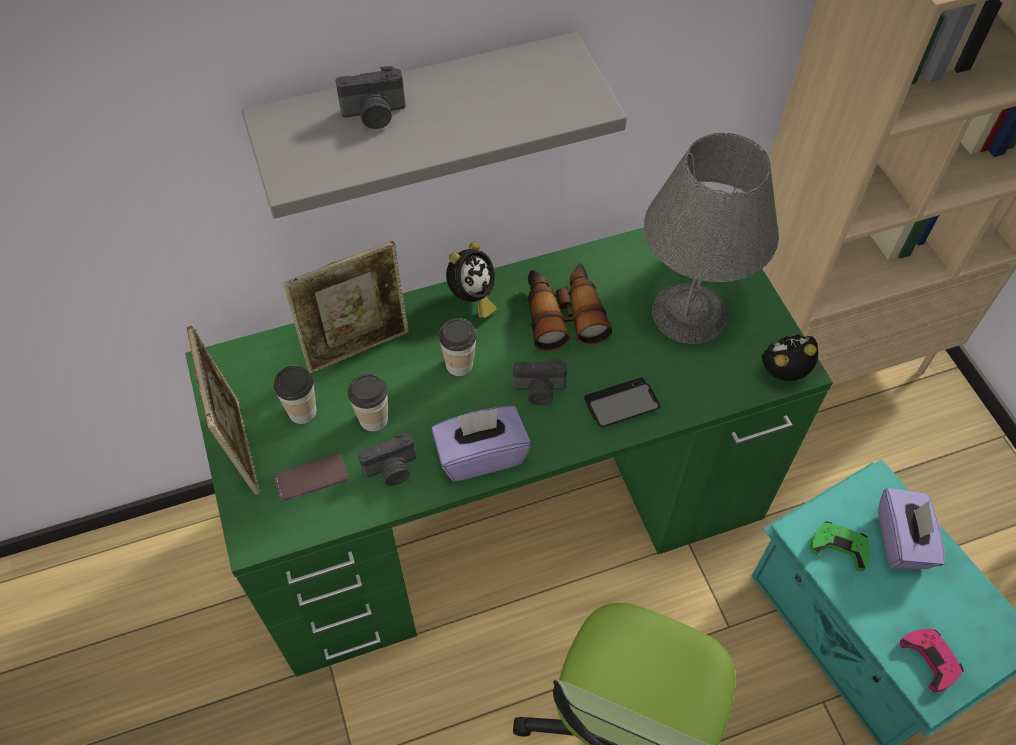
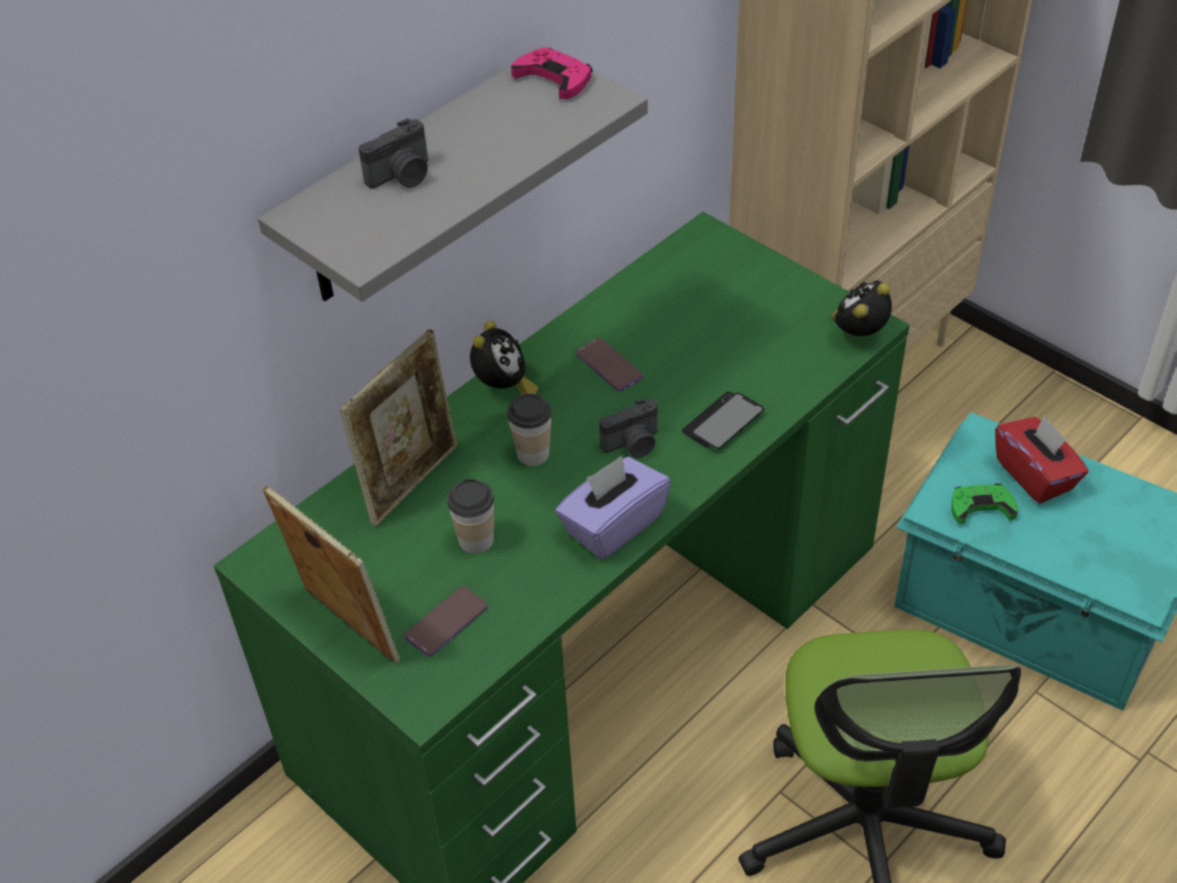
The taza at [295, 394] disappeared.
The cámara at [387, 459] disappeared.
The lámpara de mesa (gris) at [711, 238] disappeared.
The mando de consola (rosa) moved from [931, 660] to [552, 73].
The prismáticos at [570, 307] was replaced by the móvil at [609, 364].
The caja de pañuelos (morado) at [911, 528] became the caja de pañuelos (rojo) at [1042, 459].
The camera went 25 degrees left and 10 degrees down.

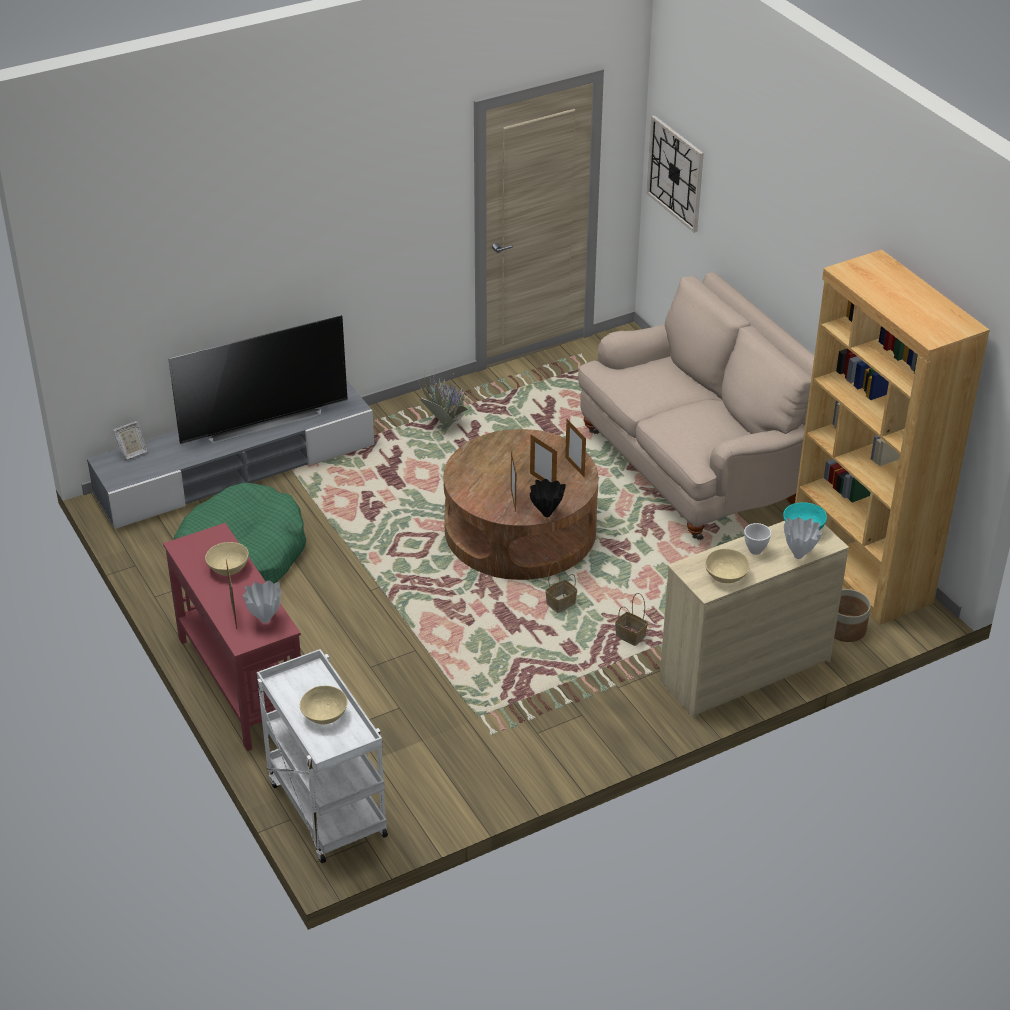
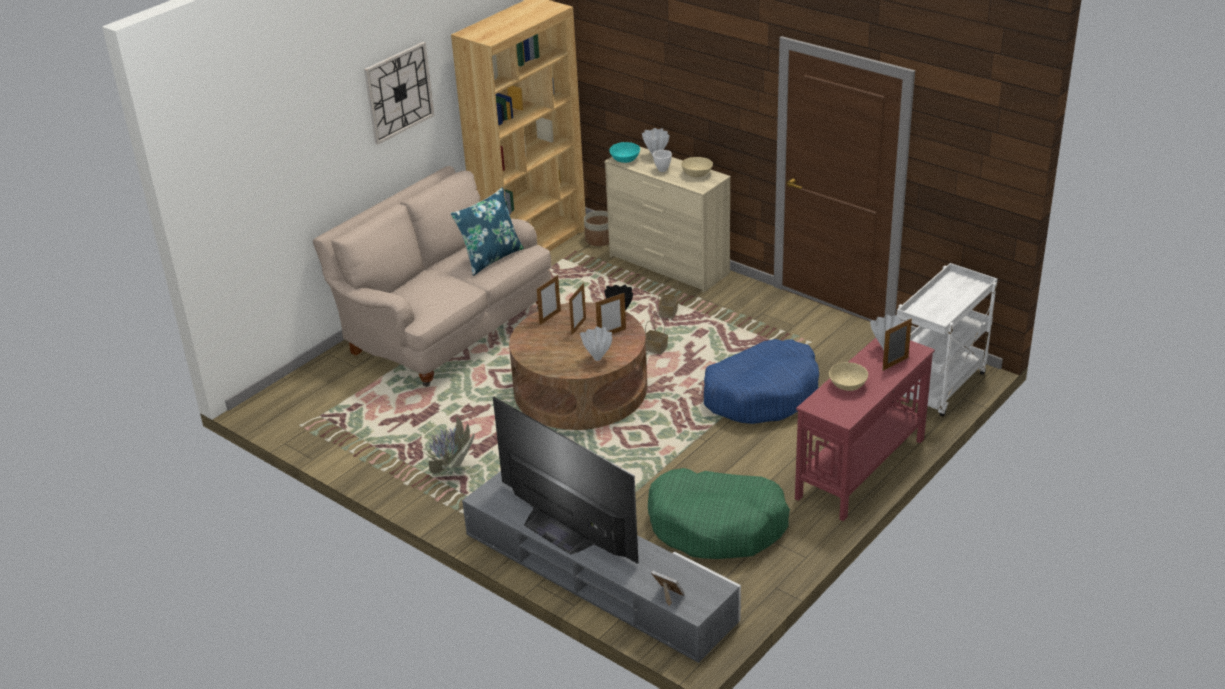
The cuenco (beis) at [324, 705] disappeared.
The cojín (azul) at [487, 231] appeared.
The florero (blanco) at [596, 343] appeared.
The cama para perro (azul) at [761, 381] appeared.
The reloj de pared moved from [675, 174] to [399, 93].
The camera went 110 degrees left and 5 degrees down.

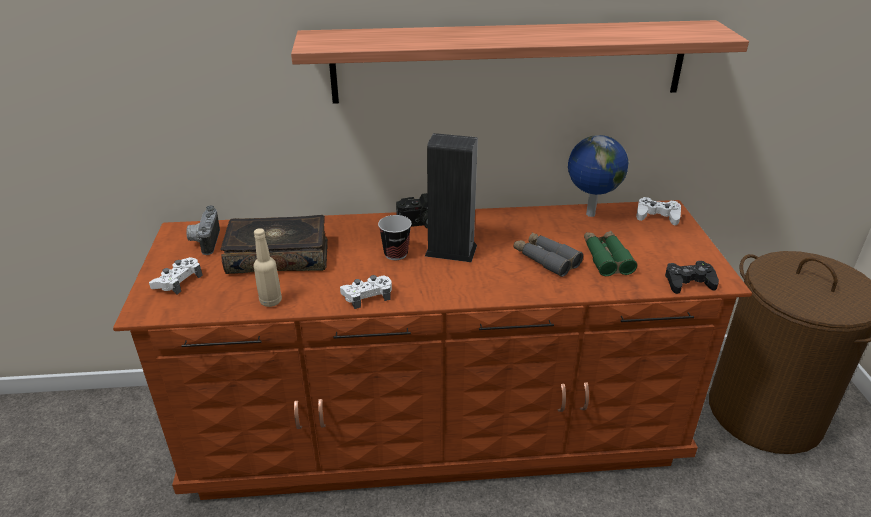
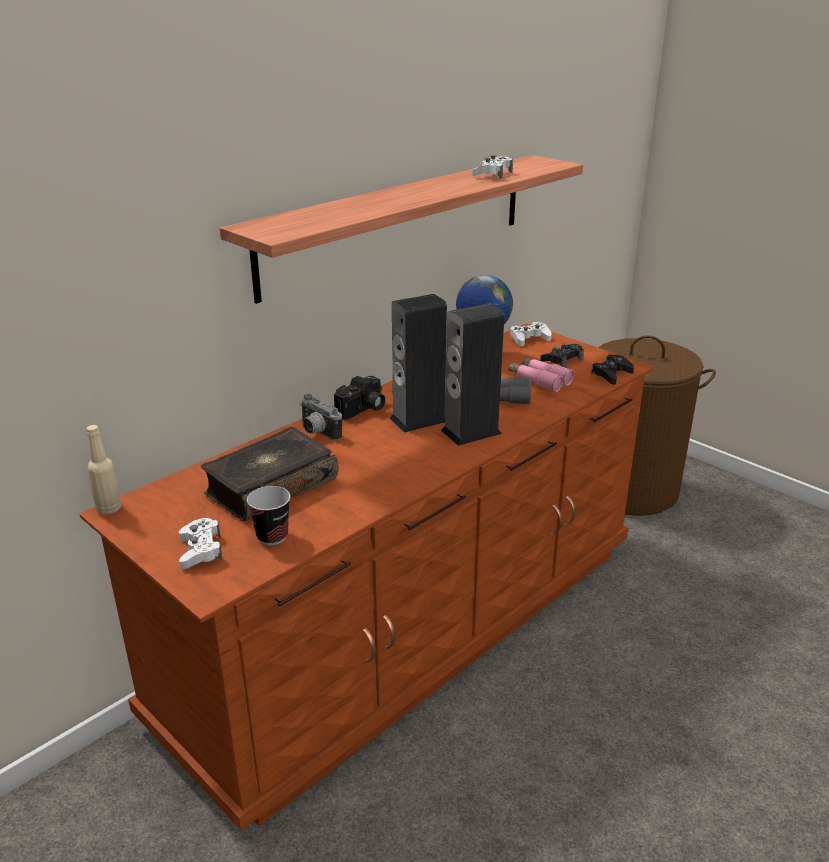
The altavoz at [472, 374] appeared.
The mando de consola (negro) at [562, 355] appeared.
The cámara moved from [203, 230] to [321, 417].
The botella (beis) moved from [268, 267] to [104, 469].
The mando de consola (blanco) moved from [366, 292] to [492, 167].
The taza moved from [395, 237] to [268, 515].
The prismáticos (verde) at [610, 253] became the prismáticos (rosa) at [541, 374].
The camera went 40 degrees left and 5 degrees down.

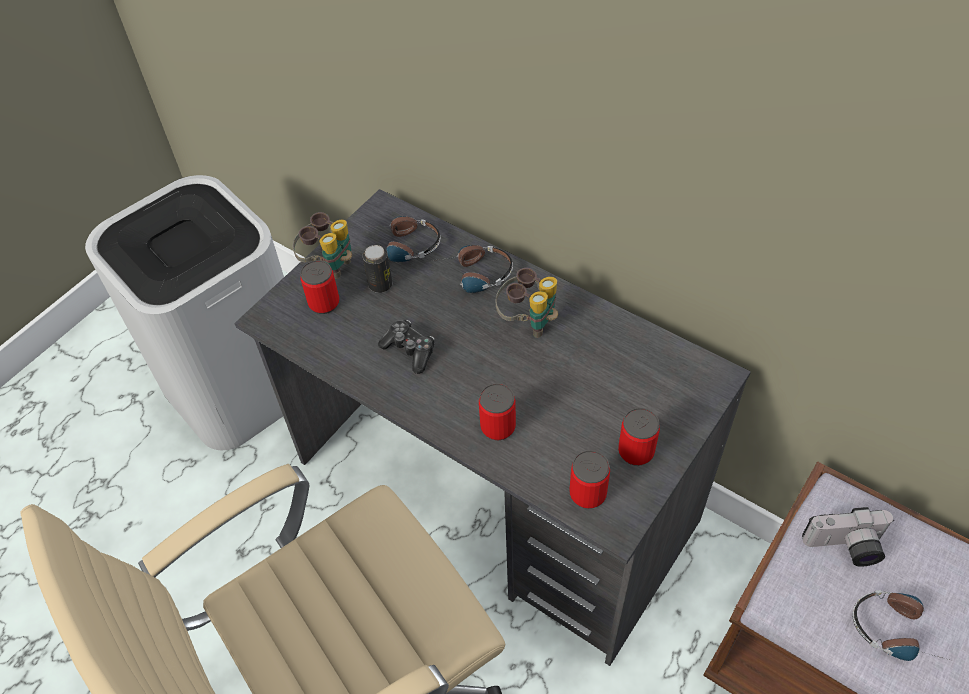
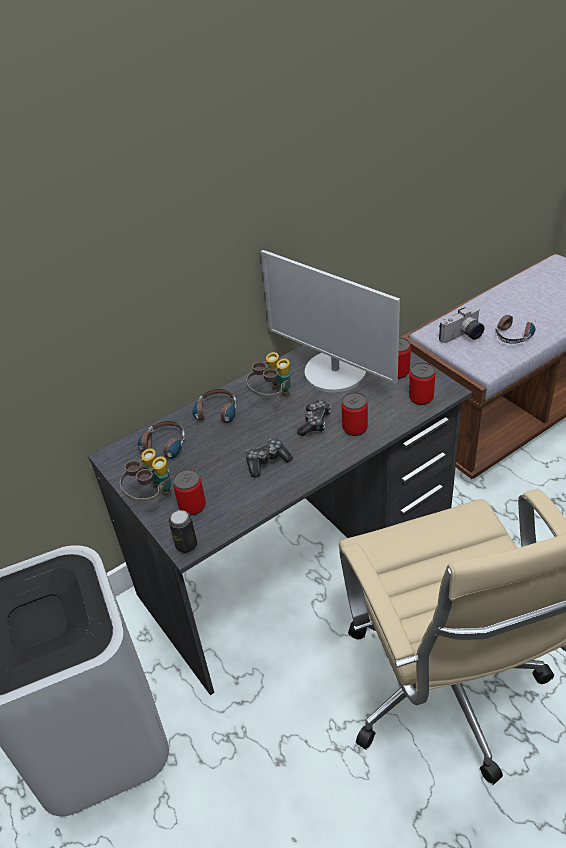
The monitor at [330, 321] appeared.
The mando de consola at [314, 418] appeared.
The lata moved from [377, 269] to [183, 531].
The cámara at [847, 537] turned 45 degrees clockwise.
The camera went 70 degrees left and 10 degrees down.

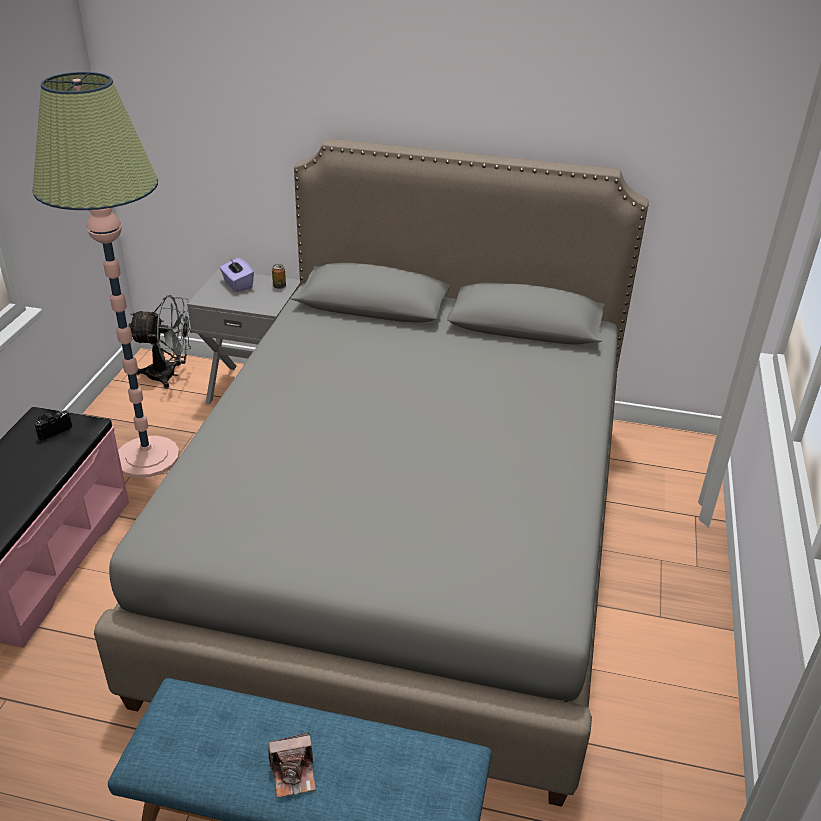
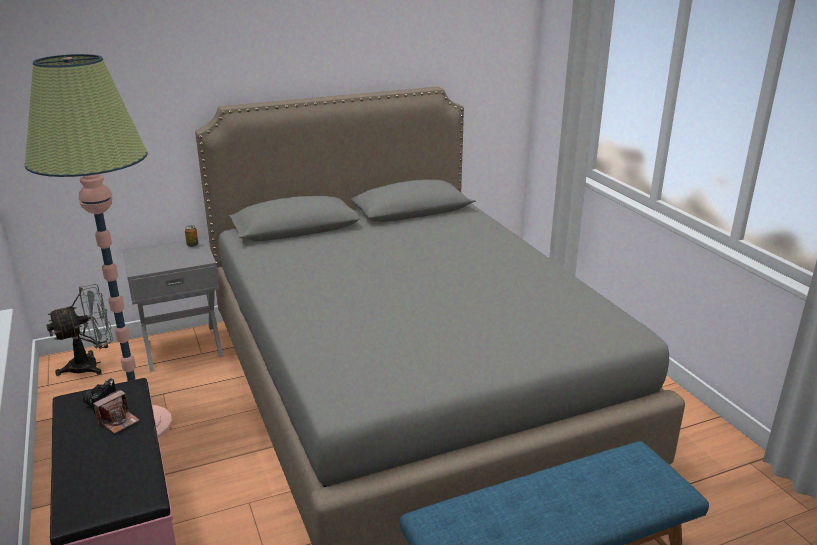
The caja de pañuelos (morado) at [237, 275] disappeared.
The cámara moved from [292, 765] to [116, 411].
The camera went 35 degrees left and 10 degrees down.

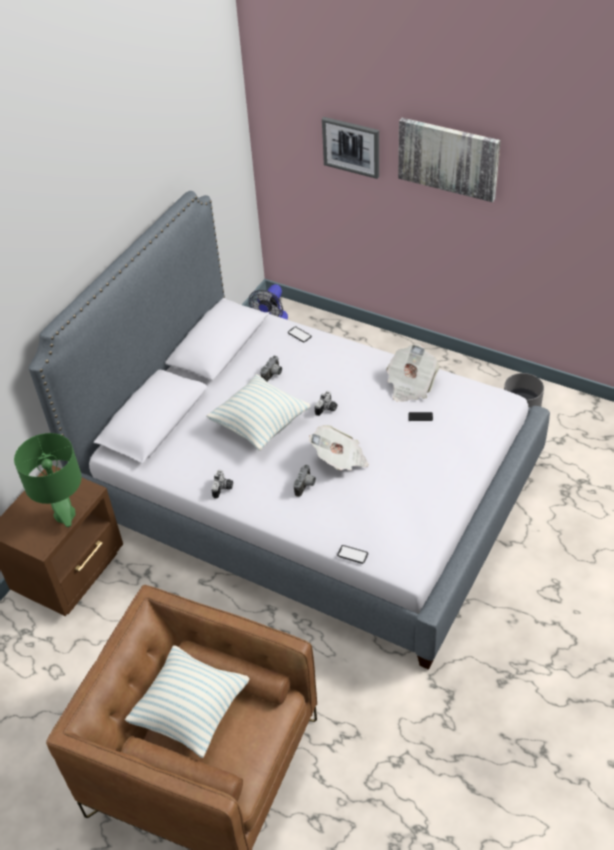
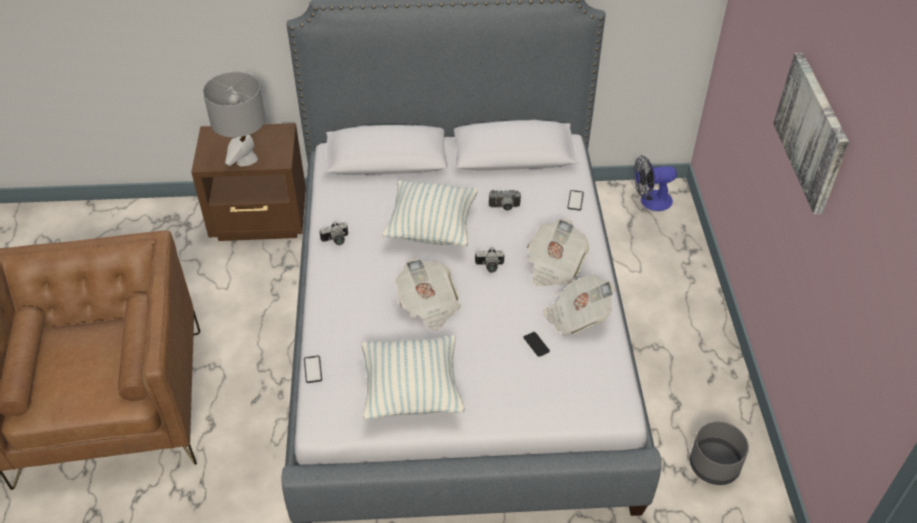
The cámara at [304, 481] disappeared.
The cuadro at [350, 148] disappeared.
The periódico at [558, 252] appeared.
The cojín moved from [187, 701] to [413, 377].
The lámpara de mesa (verde) at [48, 480] became the lámpara de mesa (gris) at [234, 119].
The camera went 55 degrees right and 0 degrees up.

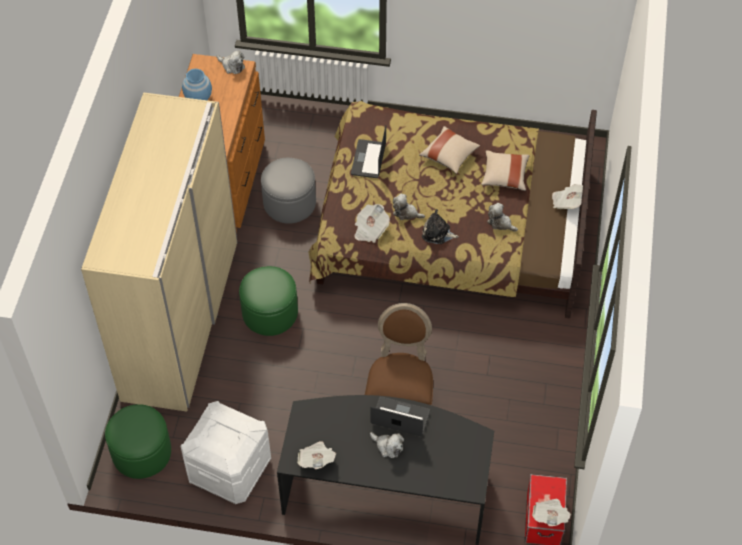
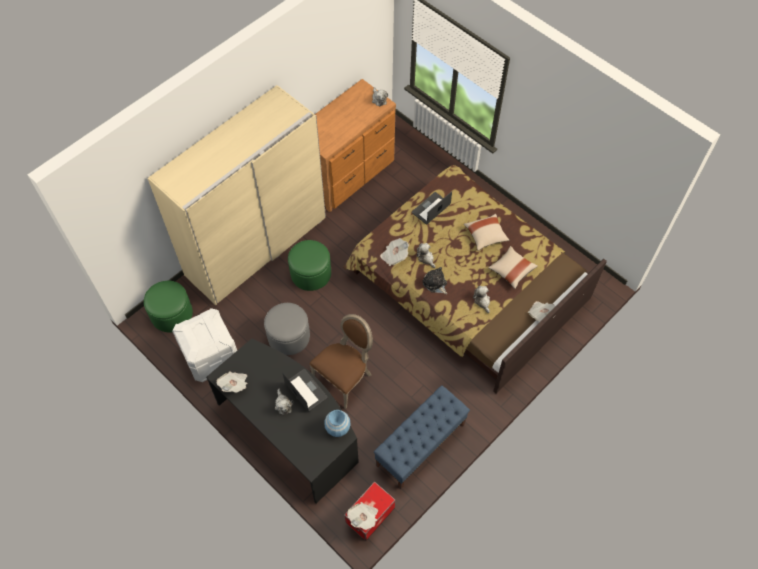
The banco (azul) at [422, 437] appeared.
The florero (azul) moved from [197, 84] to [337, 423].
The puf (gris) moved from [288, 191] to [287, 329].
The camera went 35 degrees right and 5 degrees up.

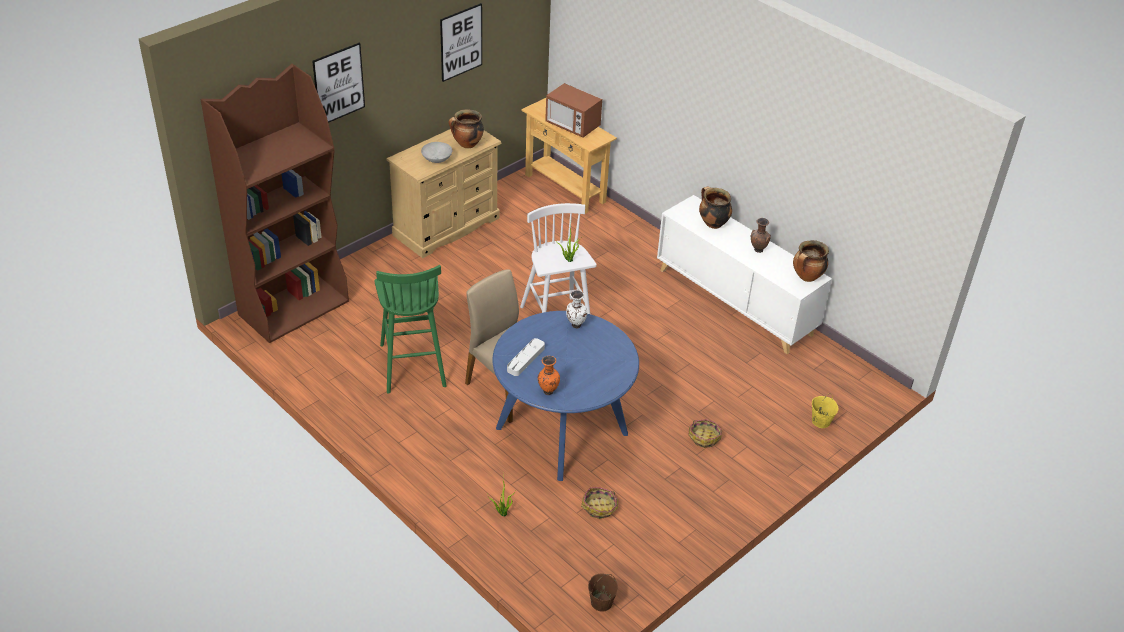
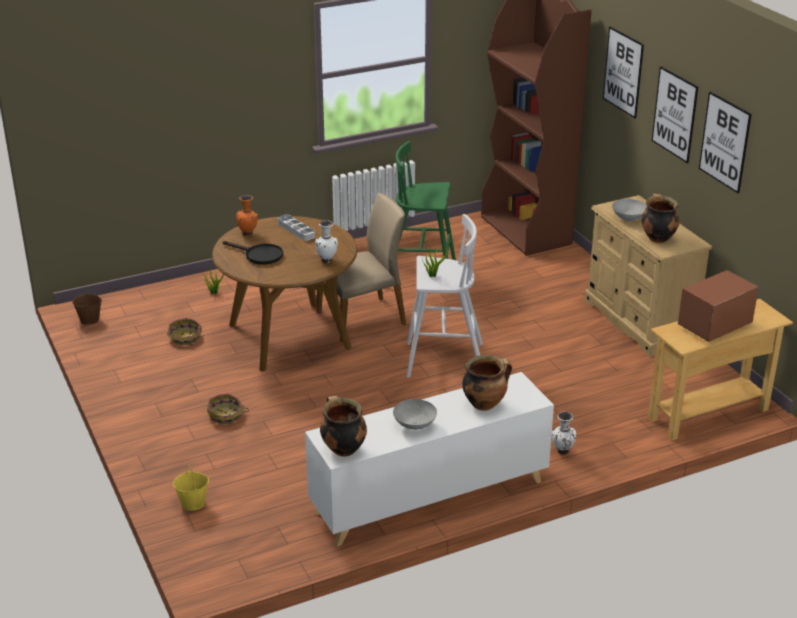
The sartén (negro) at [253, 252] appeared.
The florero (blanco) at [564, 433] appeared.
The cuadro at [675, 115] appeared.
The florero (marrón) at [760, 235] was replaced by the cuenco (gris) at [415, 414].
The mesa de comedor (azul) at [565, 396] became the mesa de comedor (marrón) at [284, 294].
The camera went 110 degrees right and 10 degrees down.

